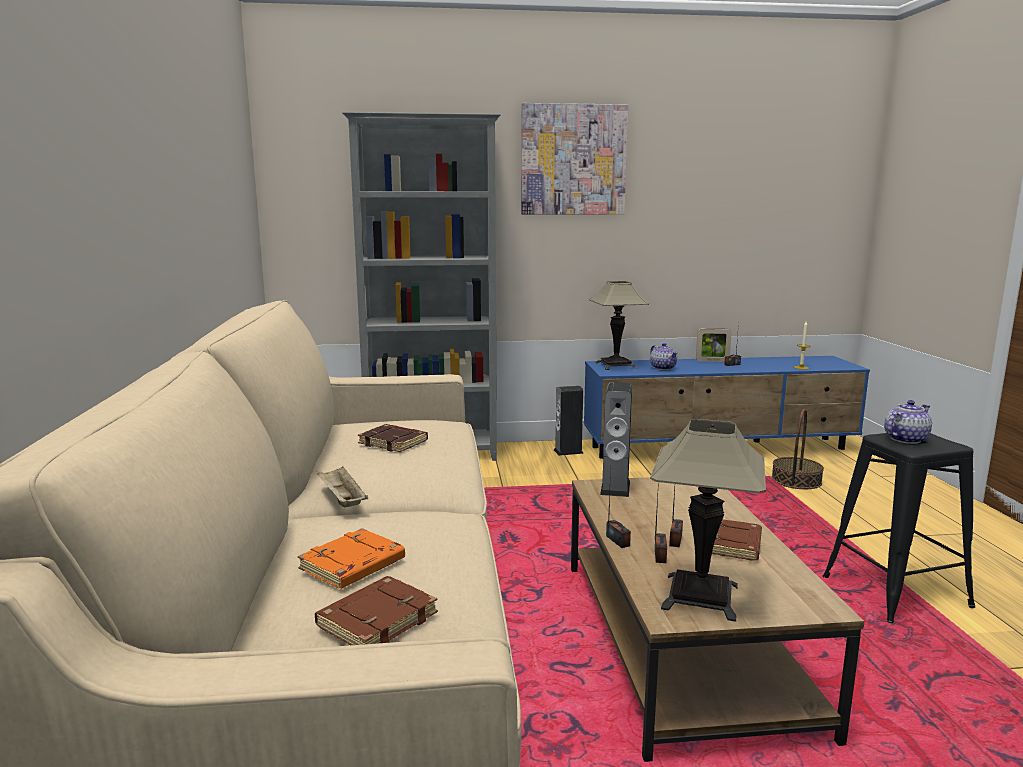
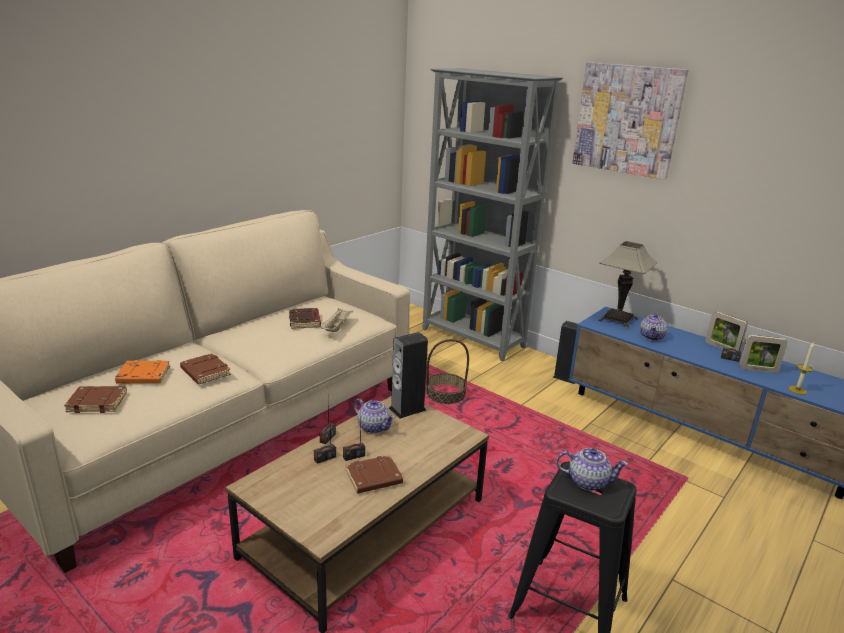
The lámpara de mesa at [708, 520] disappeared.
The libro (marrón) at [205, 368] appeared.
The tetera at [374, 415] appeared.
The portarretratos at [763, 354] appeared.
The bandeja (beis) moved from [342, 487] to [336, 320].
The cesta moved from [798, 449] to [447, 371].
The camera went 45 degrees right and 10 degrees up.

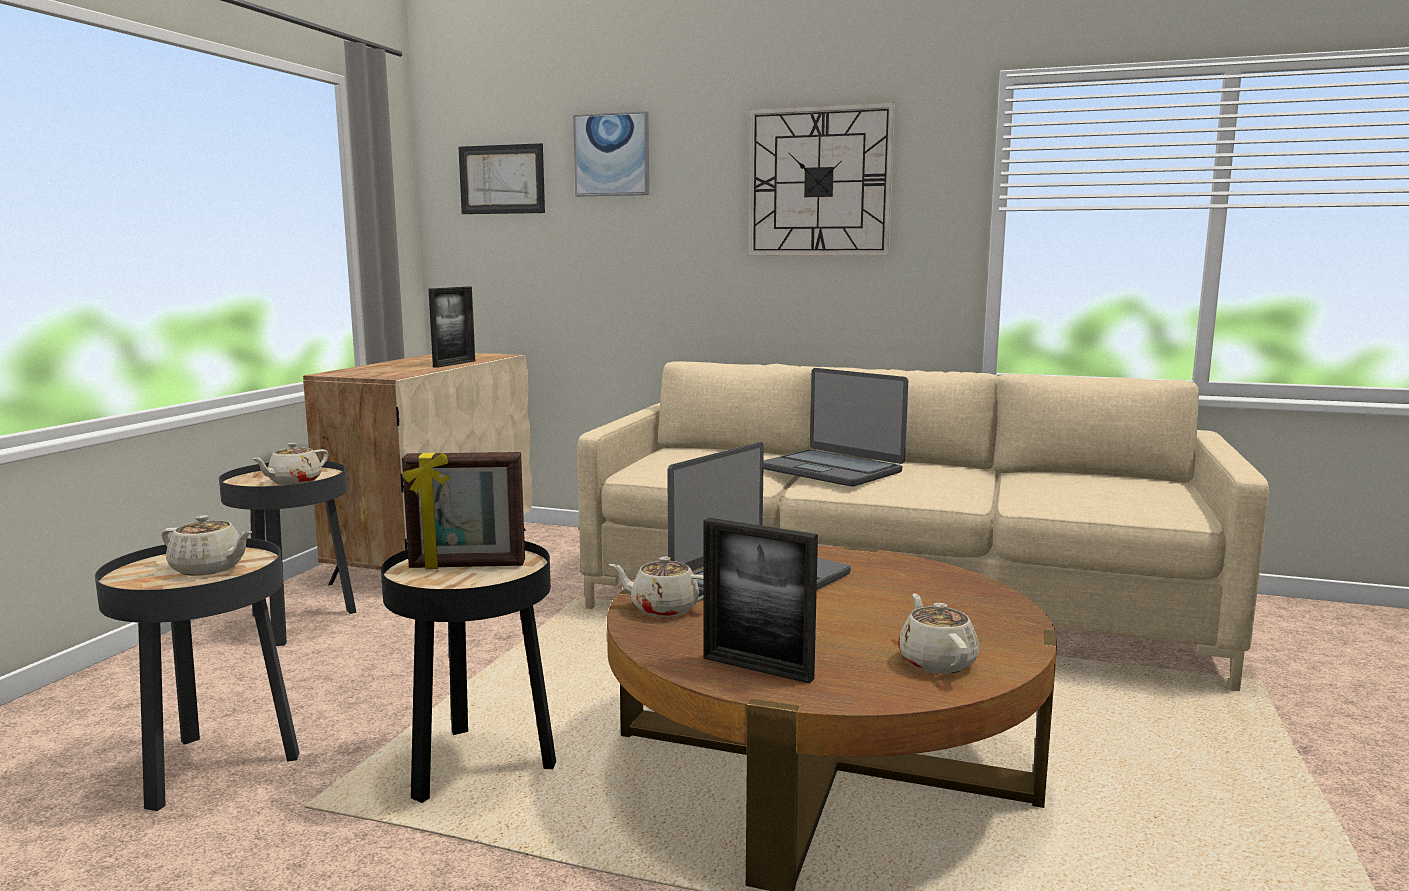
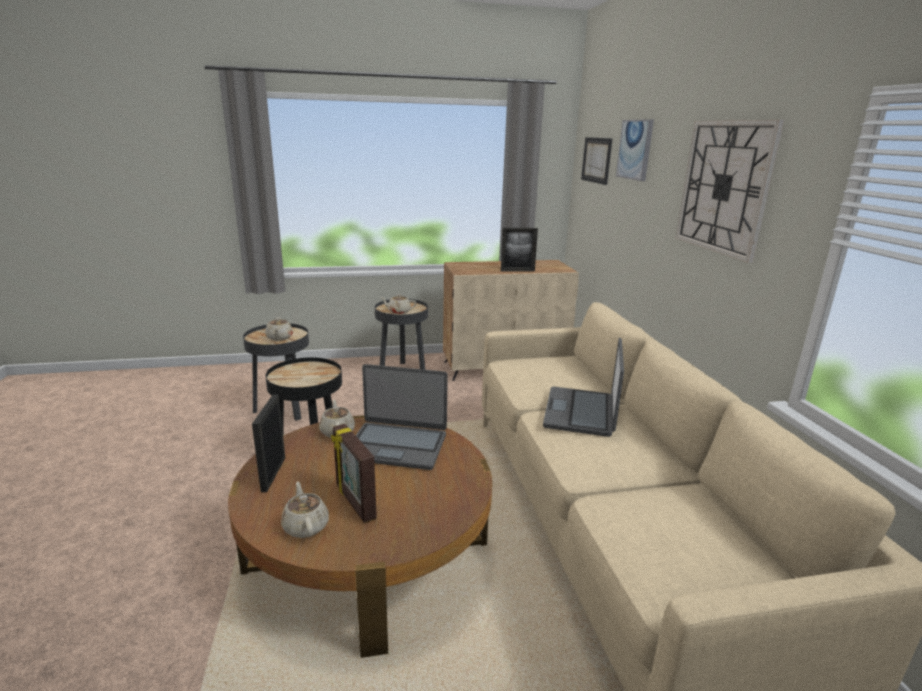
The portarretratos moved from [463, 510] to [354, 473].
The tetera (beis) at [938, 633] turned 75 degrees counterclockwise.
The camera went 60 degrees right and 10 degrees up.

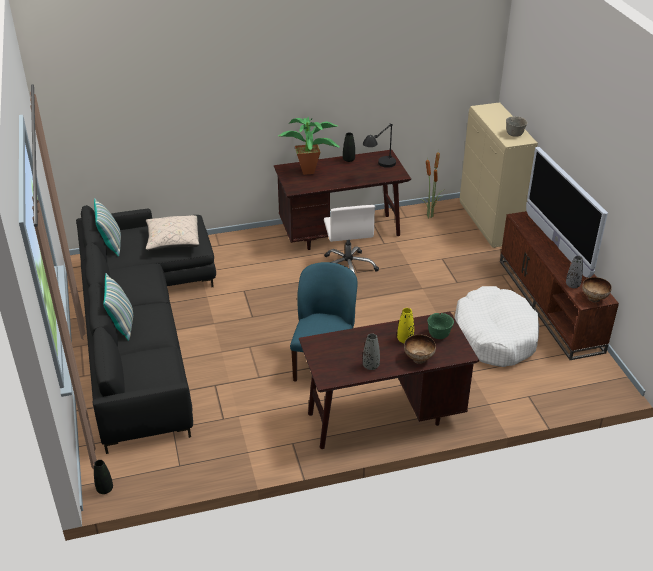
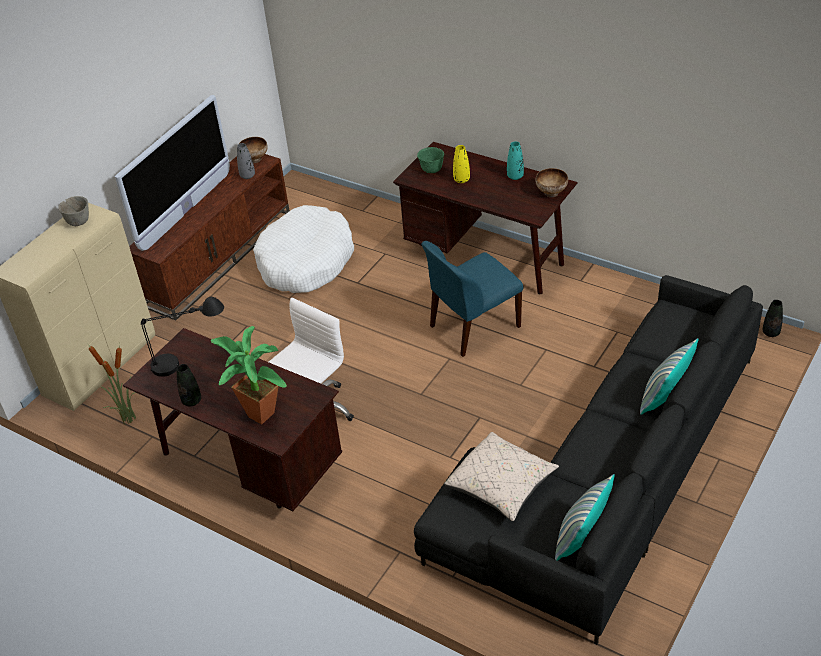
The cuenco moved from [420, 349] to [551, 182].
The florero (gris) at [371, 351] became the florero (turquesa) at [515, 160].
The camera went 130 degrees left and 5 degrees up.

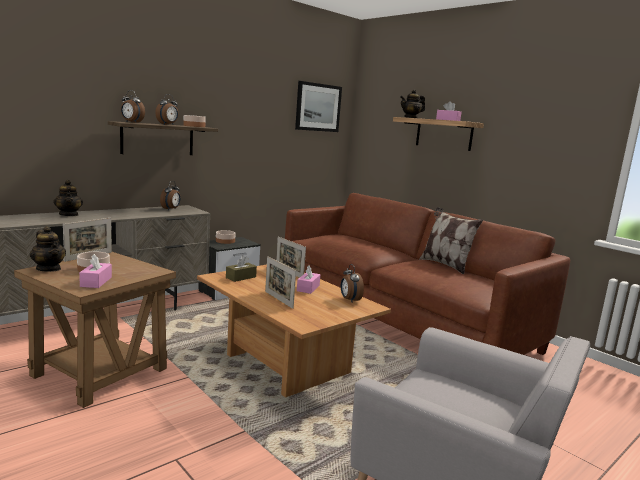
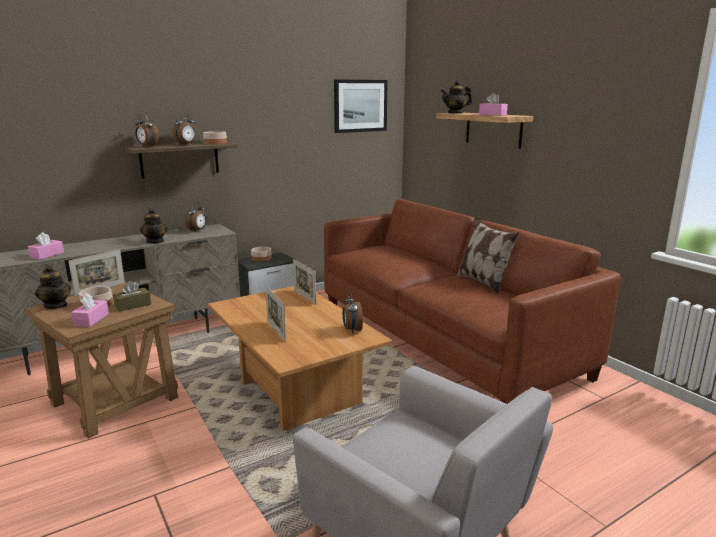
The tetera moved from [68, 198] to [153, 225].
The caja de pañuelos (marrón) moved from [241, 268] to [132, 296].
The caja de pañuelos (rosa) moved from [308, 279] to [46, 246].
The camera went 10 degrees right and 5 degrees up.

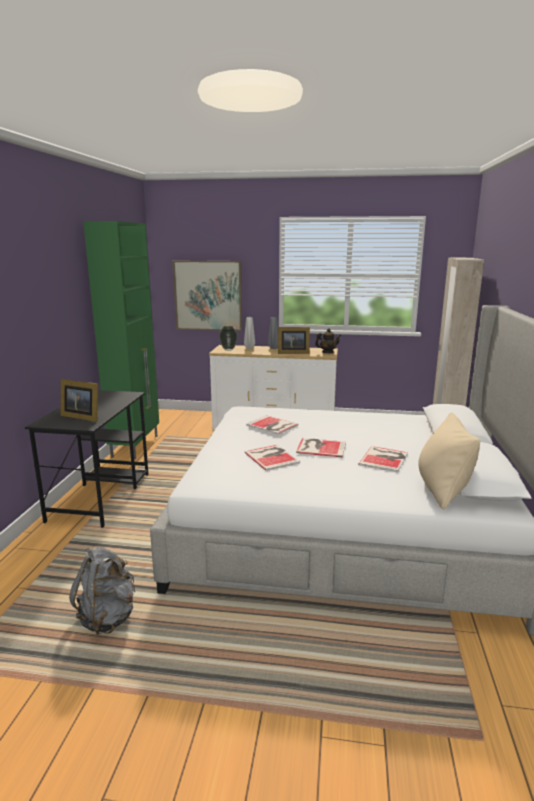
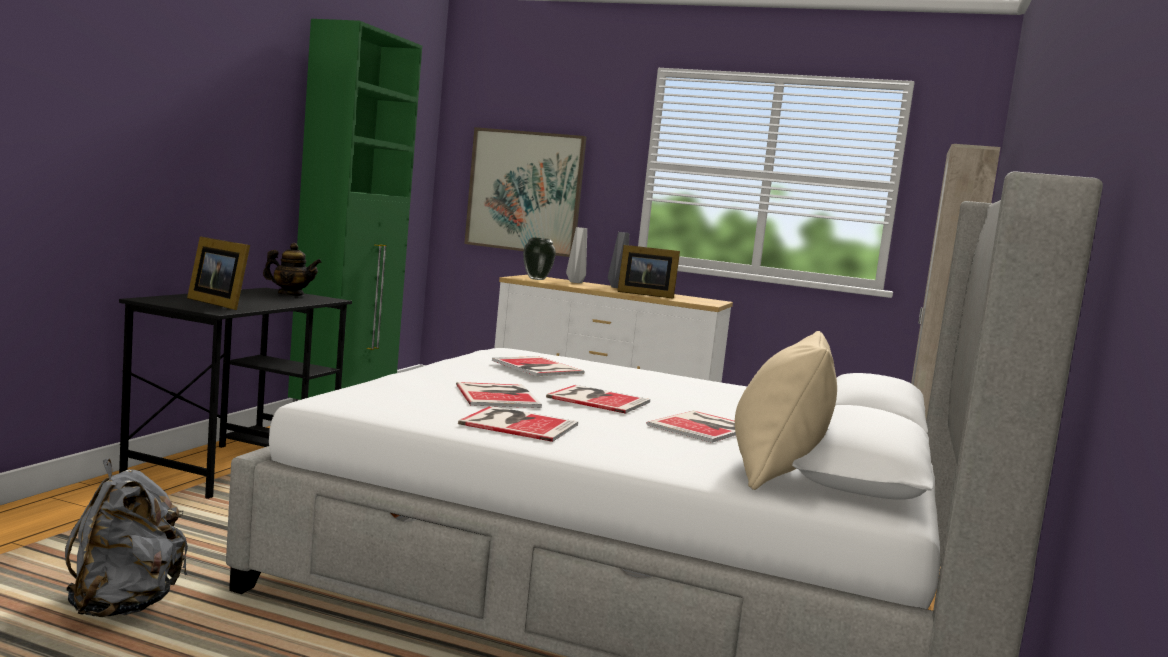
The libro at [518, 424] appeared.
The tetera moved from [328, 340] to [292, 269].
The camera went 10 degrees right and 10 degrees down.

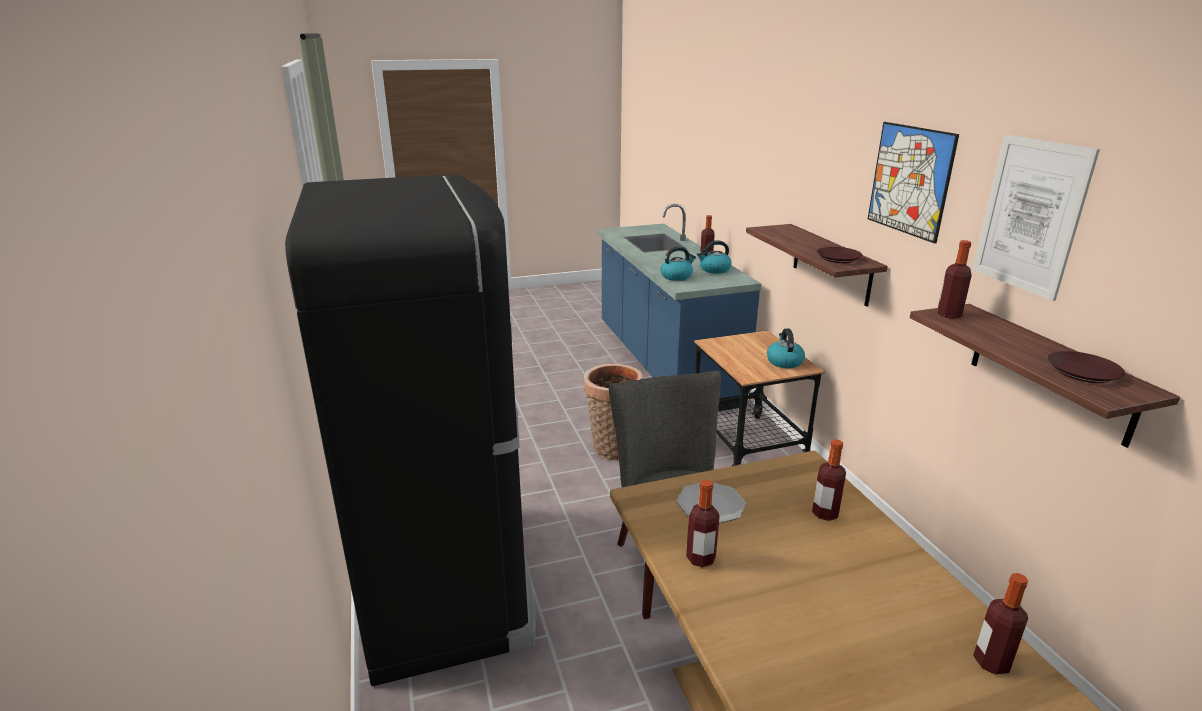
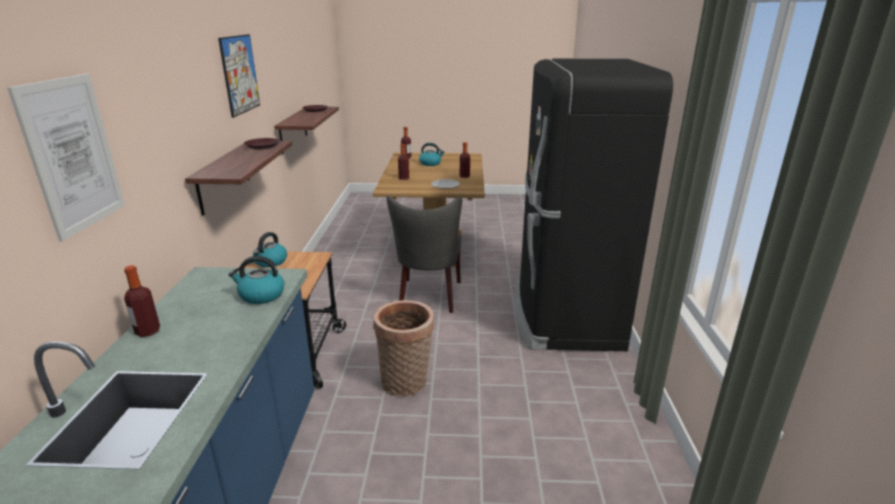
The botella at [954, 279] disappeared.
The hervidor moved from [714, 257] to [431, 154].
The cuadro moved from [1036, 218] to [66, 158].
The camera went 160 degrees left and 0 degrees up.

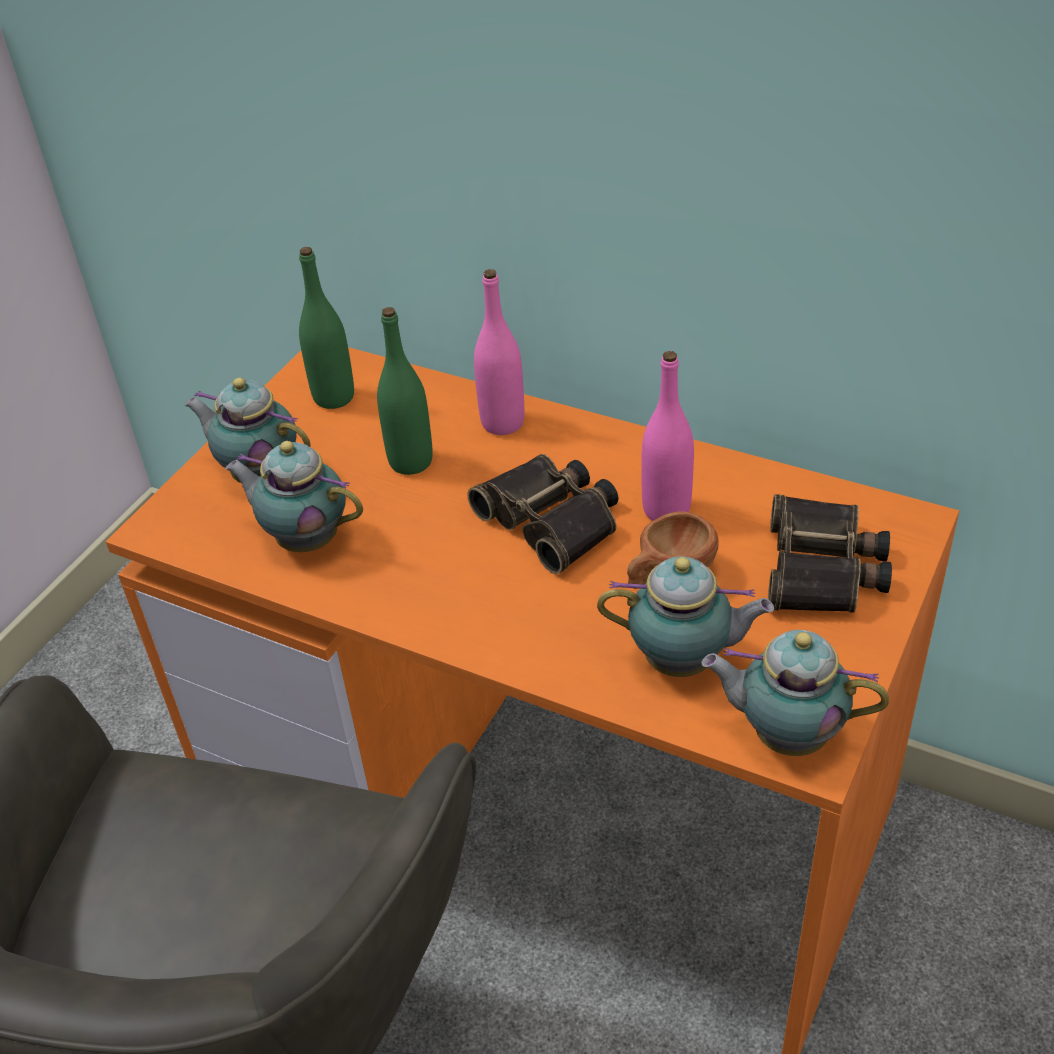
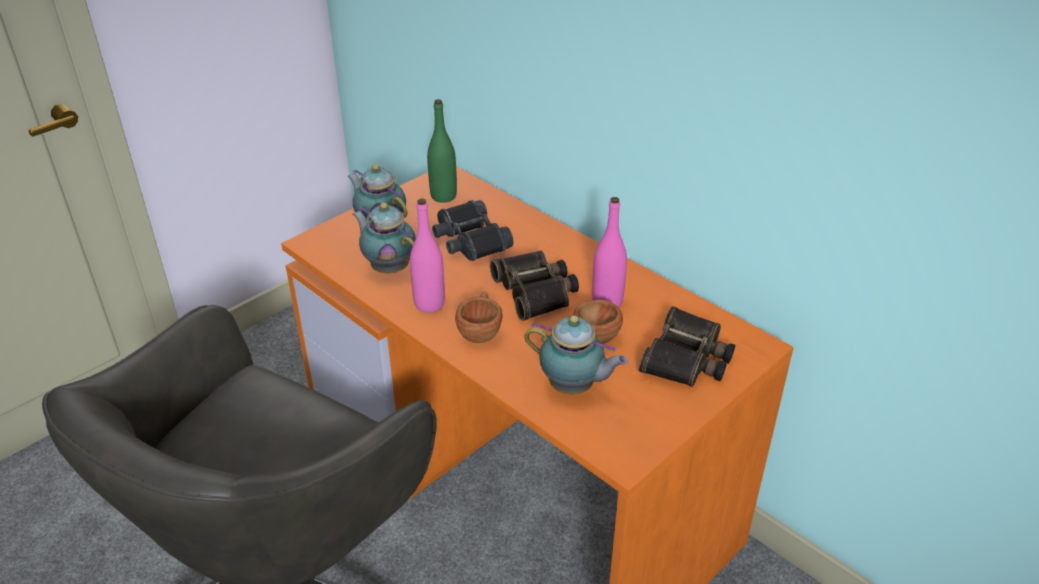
The tetera at [795, 693] disappeared.
The taza (marrón) at [479, 317] appeared.
The botella (rosa) moved from [499, 352] to [427, 255].
The botella (verde) at [405, 391] was replaced by the prismáticos (negro) at [472, 230].
The camera went 15 degrees right and 5 degrees down.

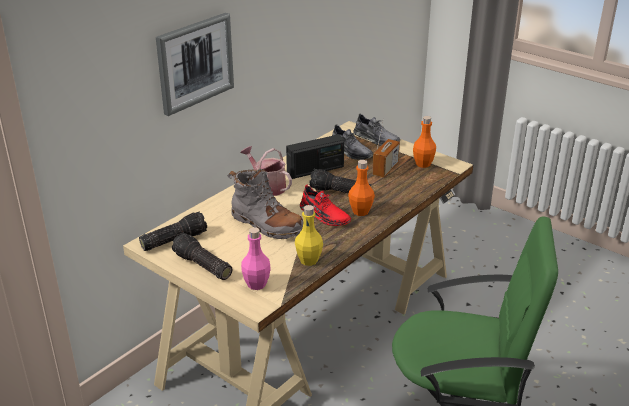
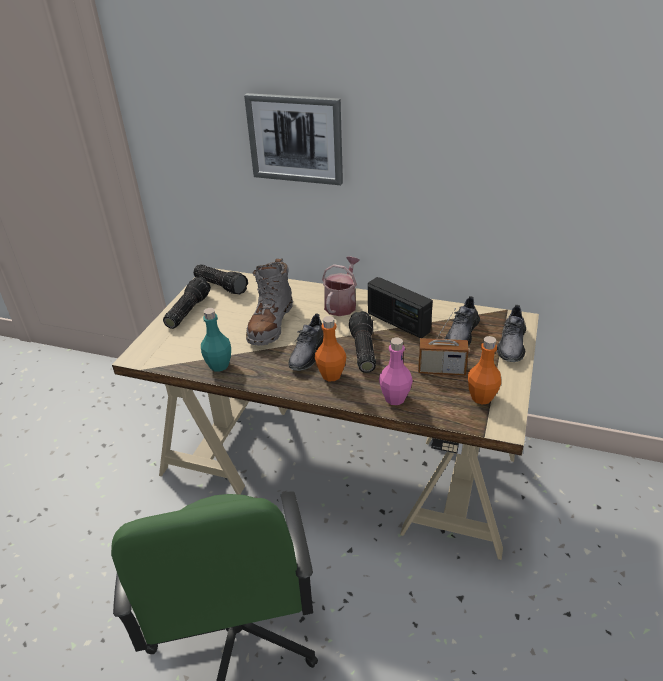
The botella (rosa) moved from [256, 258] to [396, 371].
The botella (amarillo) at [309, 235] became the botella (turquesa) at [216, 340].
The zapato (rojo) at [325, 205] became the zapato (gris) at [306, 342].
The camera went 70 degrees right and 5 degrees up.

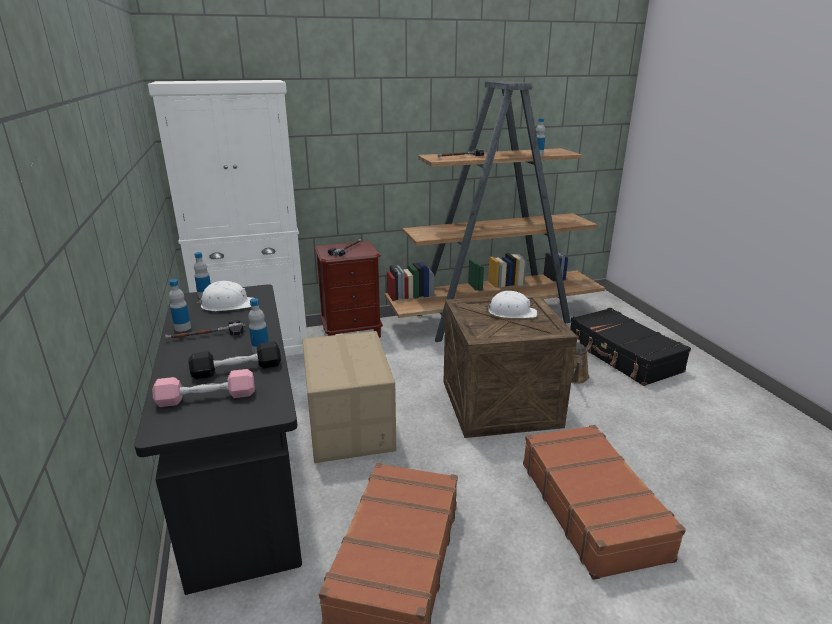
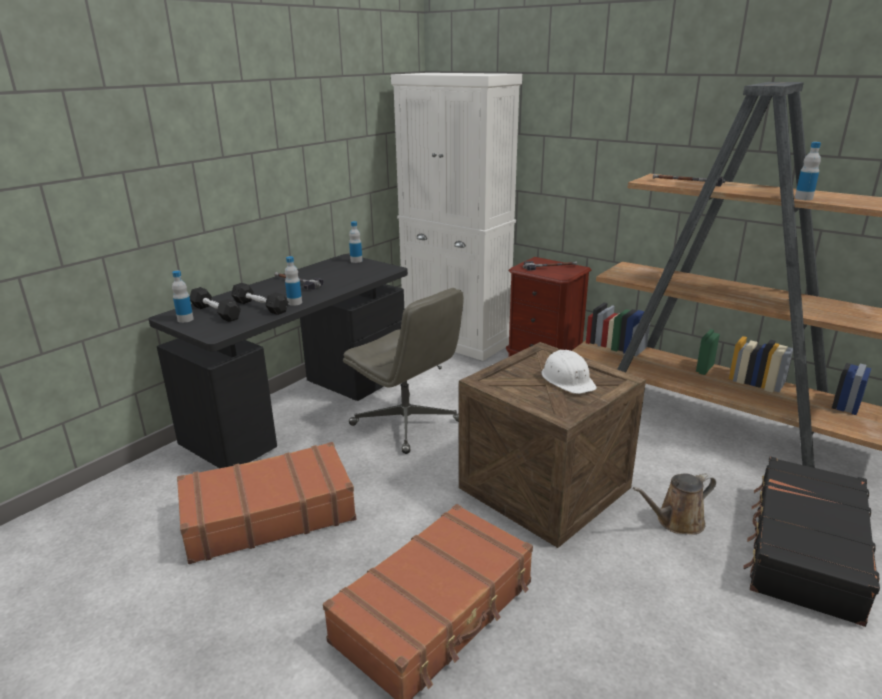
The casco (blanco) at [224, 296] disappeared.
The botella moved from [180, 305] to [183, 297].
The caja de cartón at [349, 397] was replaced by the silla de oficina (gris) at [403, 371].
The mancuerna (rosa) at [203, 388] became the mancuerna (negro) at [215, 304].
The camera went 55 degrees right and 0 degrees up.

